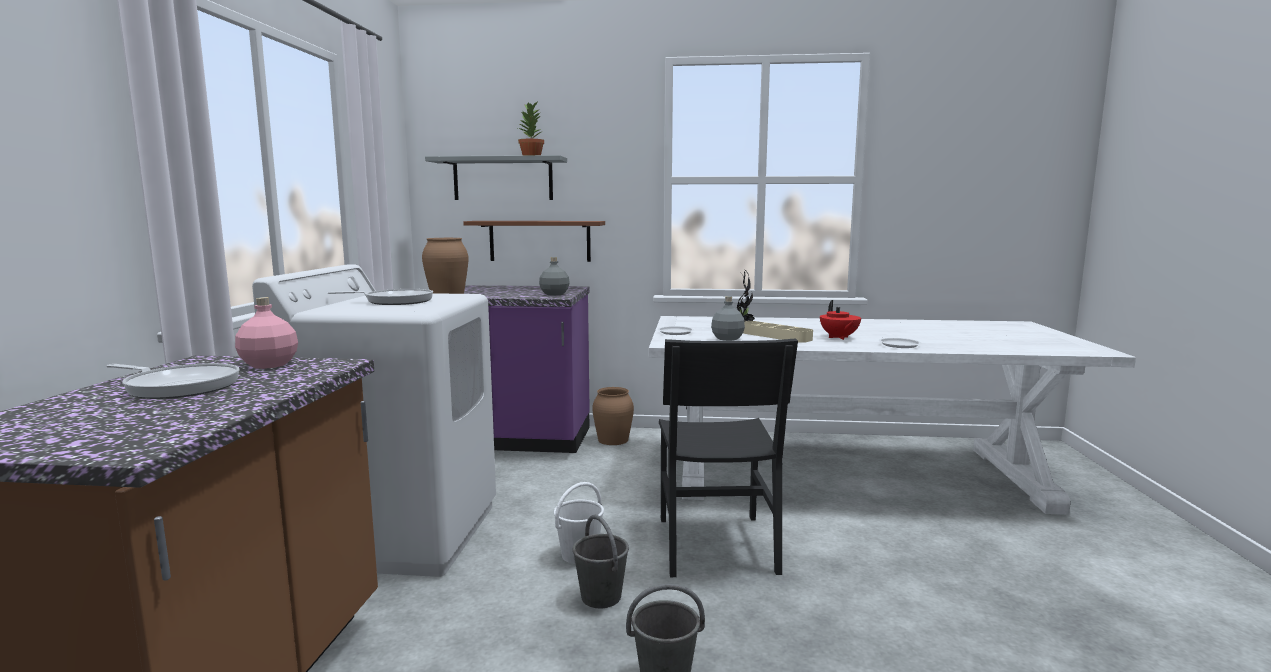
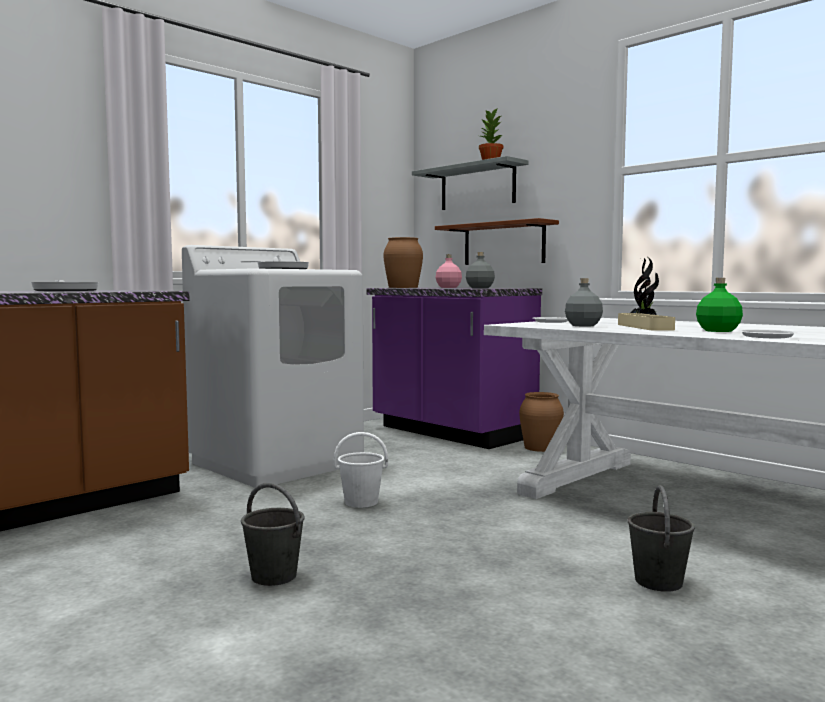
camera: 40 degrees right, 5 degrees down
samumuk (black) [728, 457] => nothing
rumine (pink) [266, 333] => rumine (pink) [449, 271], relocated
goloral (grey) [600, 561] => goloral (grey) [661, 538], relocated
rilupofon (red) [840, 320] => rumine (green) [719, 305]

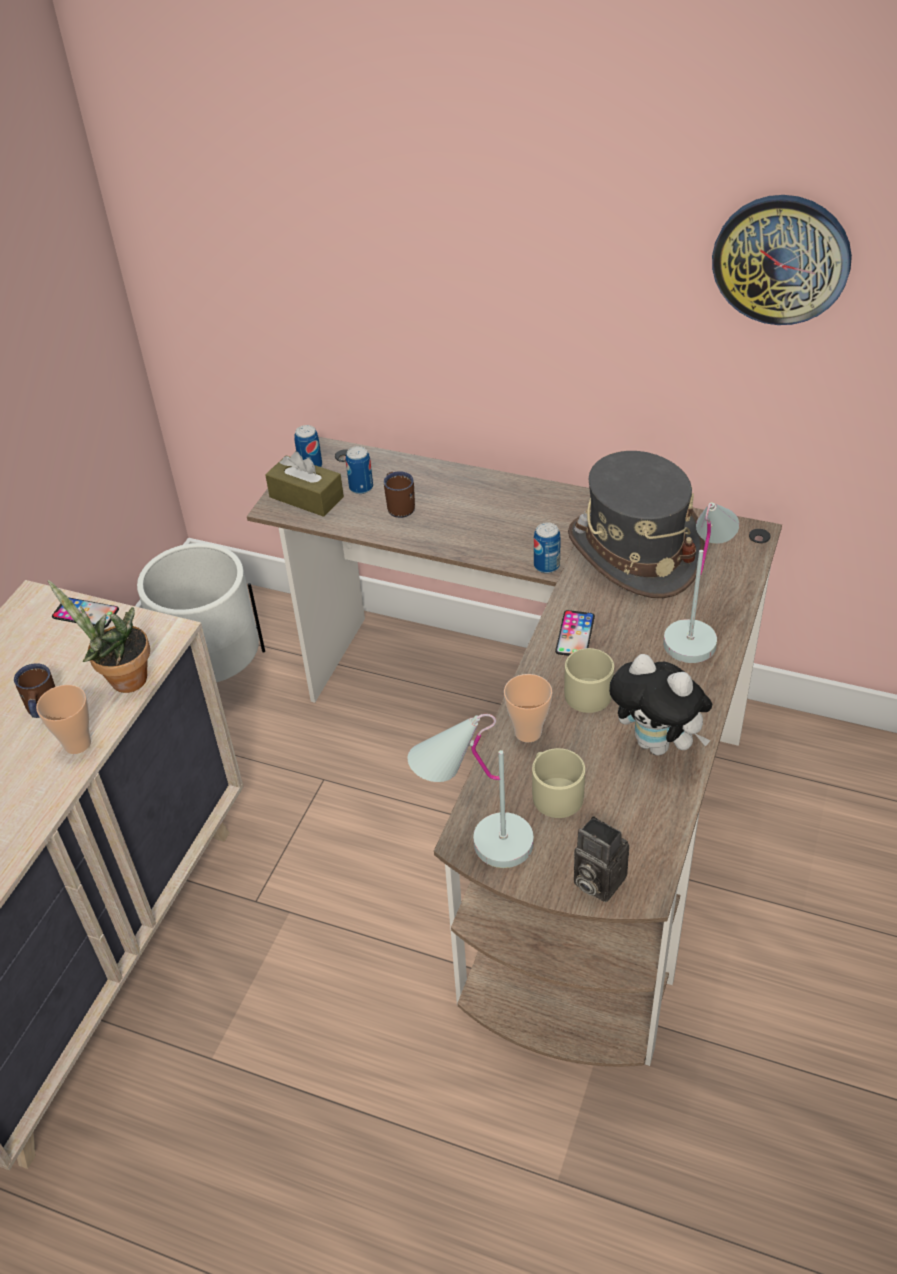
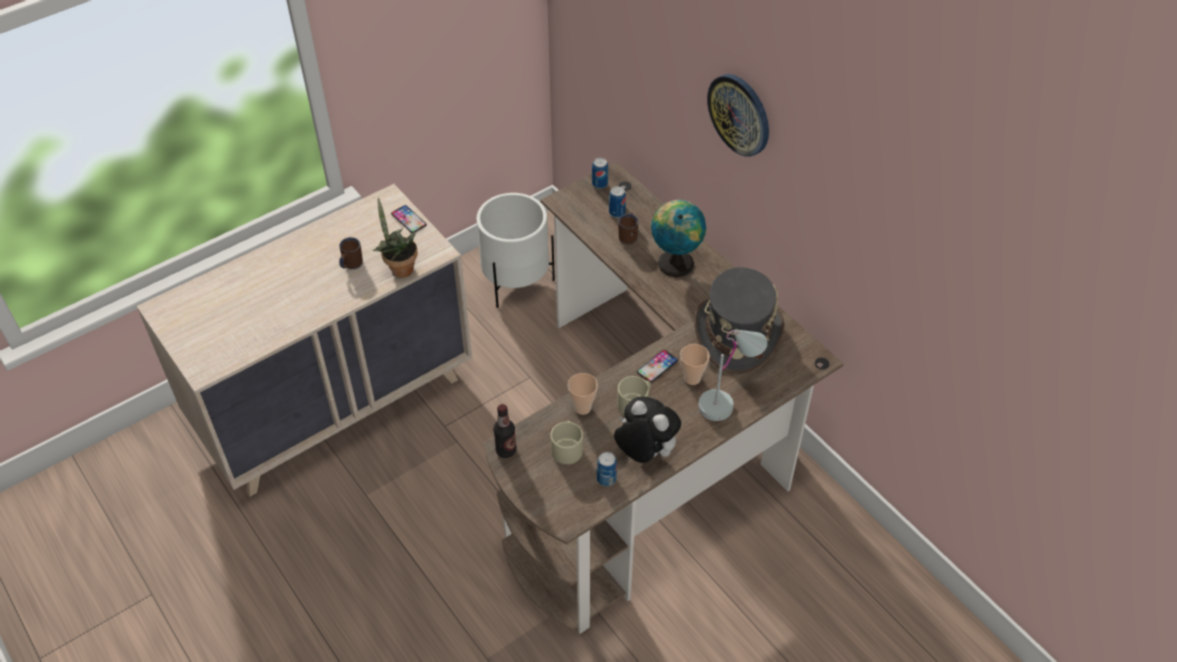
camera: 30 degrees right, 5 degrees up
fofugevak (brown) [304, 484] => nothing
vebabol [601, 859] => nothing
nothing => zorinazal [678, 238]
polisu [63, 719] => polisu [695, 364], relocated
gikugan [547, 547] => gikugan [607, 469], relocated
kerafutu [782, 260] => kerafutu [738, 115], relocated
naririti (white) [470, 791] => rumine [504, 431]
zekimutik [660, 705] => zekimutik [647, 429], 150 degrees clockwise

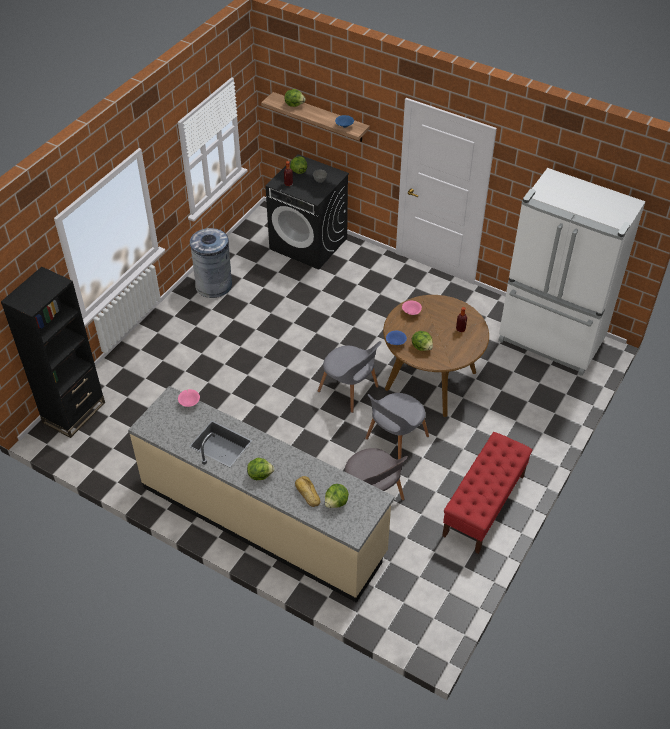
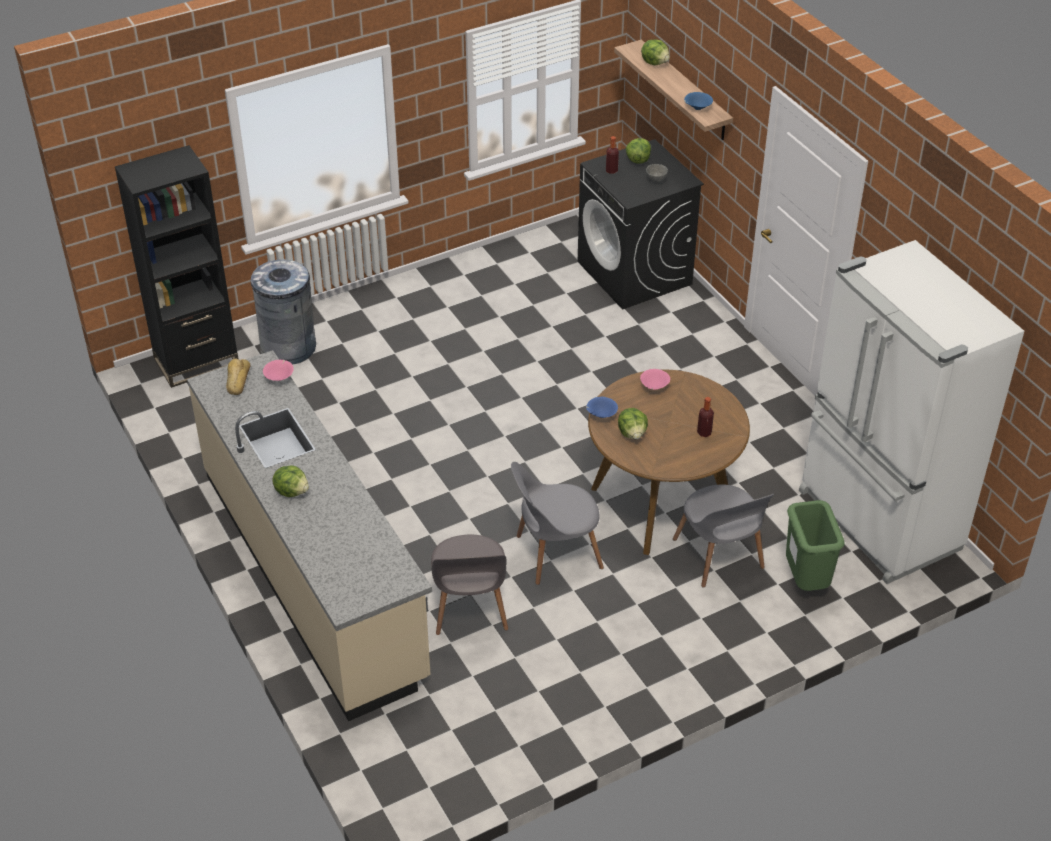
camera: 30 degrees right, 5 degrees down
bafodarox [337, 496] => nothing
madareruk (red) [487, 493] => nothing
nothing => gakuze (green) [815, 545]
gakuze (grey) [211, 263] => gakuze (grey) [283, 312], relocated
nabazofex [307, 491] => nabazofex [238, 377], relocated
samumuk (grey) [350, 377] => samumuk (grey) [723, 536], relocated

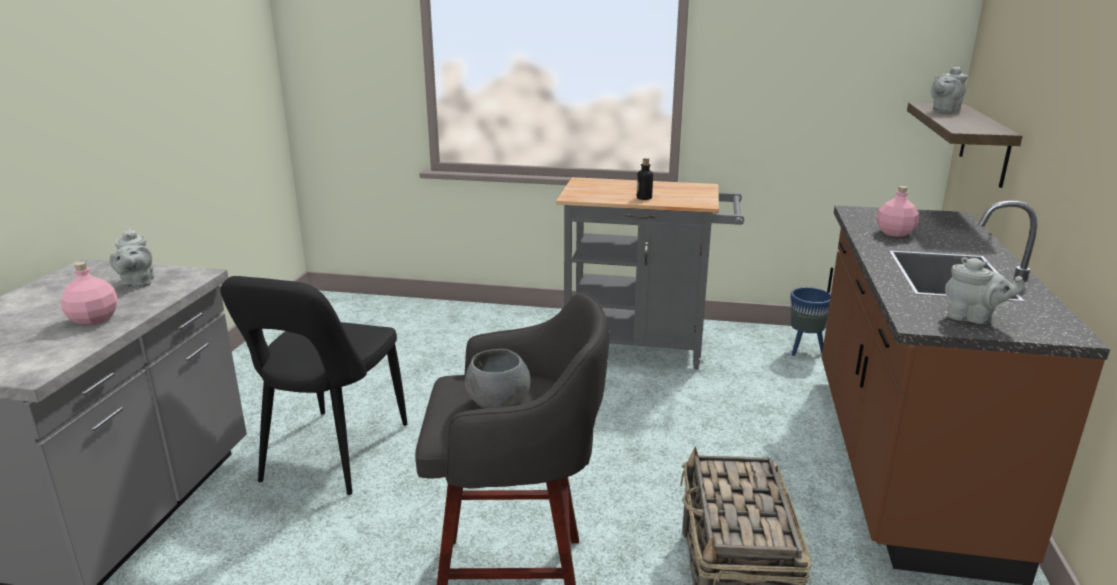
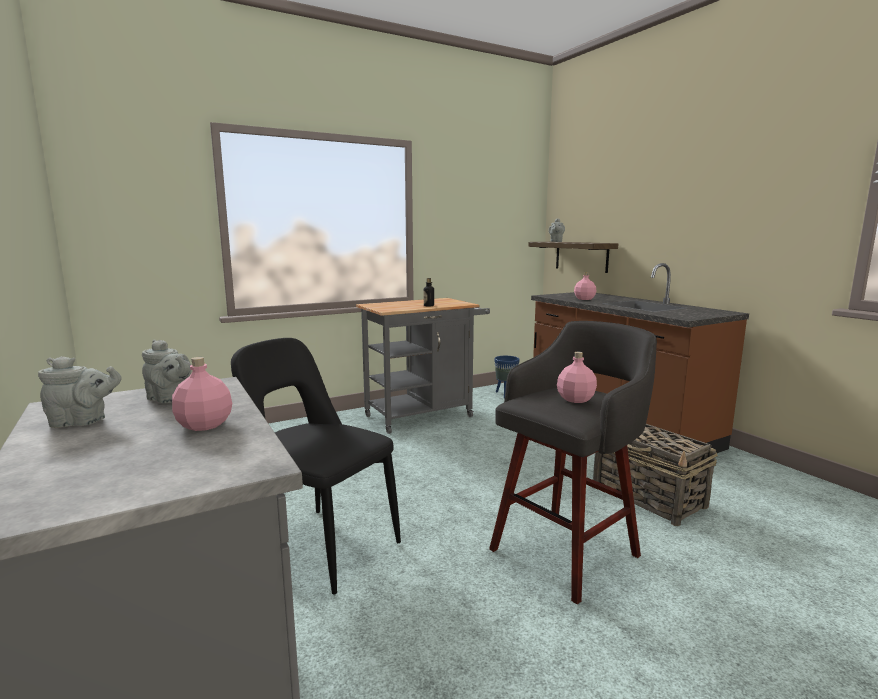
camera: 40 degrees left, 10 degrees down
rilupofon (grey) [985, 290] => rilupofon (grey) [80, 392], relocated
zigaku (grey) [497, 378] => rumine (pink) [577, 377]
samumuk (black) [313, 385] => samumuk (black) [316, 466], 150 degrees clockwise

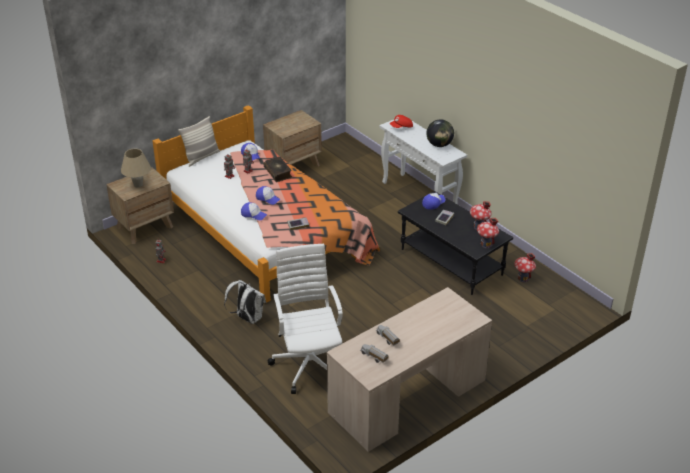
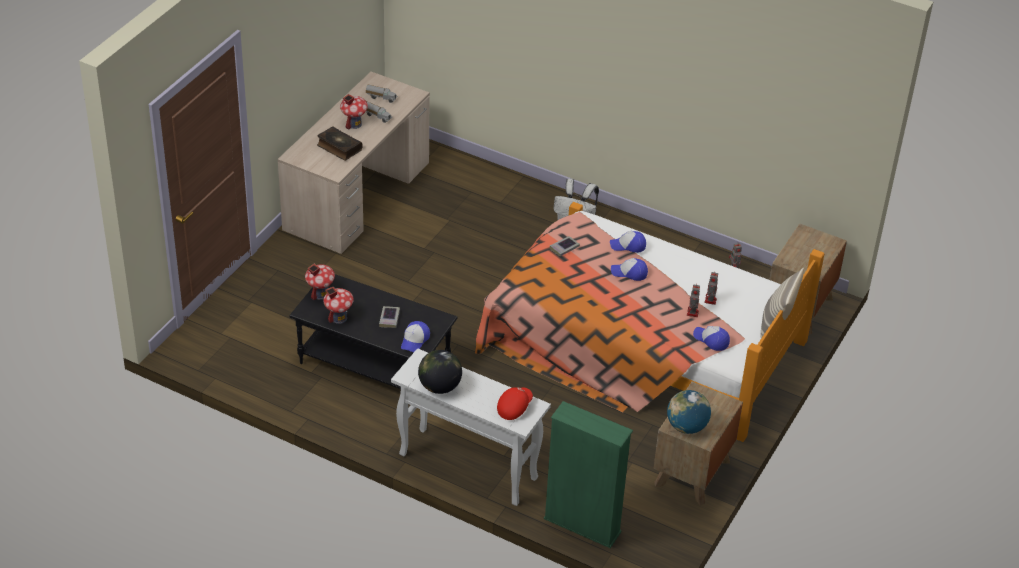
camera: 155 degrees right, 5 degrees up
naririti (beige) [136, 168] => nothing
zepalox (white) [305, 319] => nothing
nothing => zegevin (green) [588, 474]
nothing => zorinazal [689, 412]
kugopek [277, 169] => kugopek [340, 143], relocated
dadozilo [525, 267] => dadozilo [354, 112], relocated

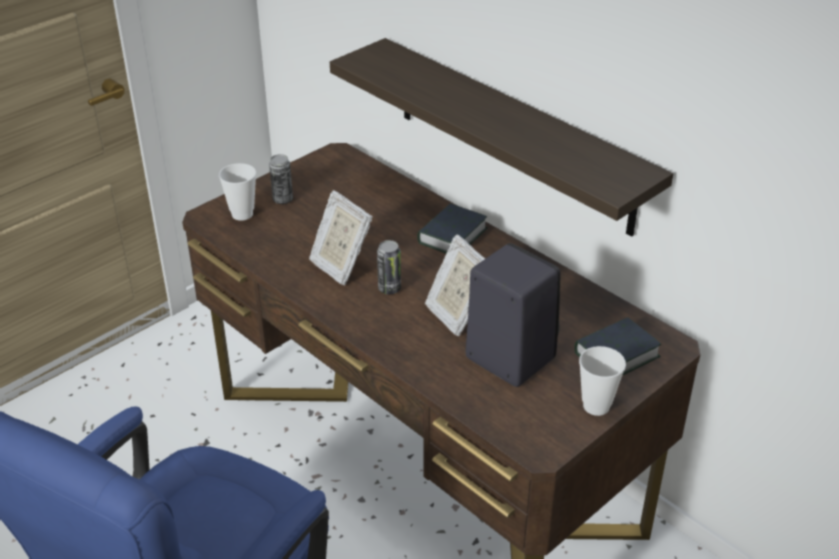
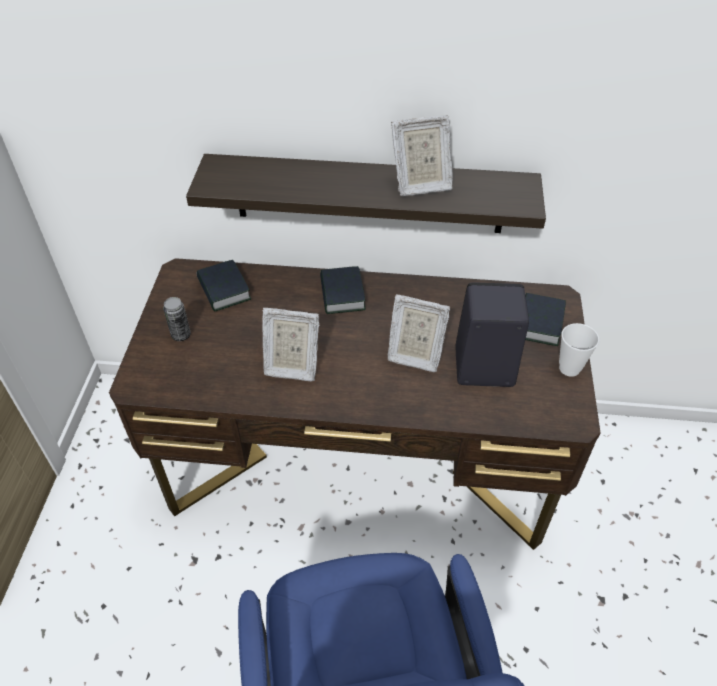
camera: 40 degrees left, 10 degrees up
polisu [237, 192] => nothing
gikugan [389, 267] => nothing
nothing => kugopek [224, 285]
nothing => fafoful [422, 155]

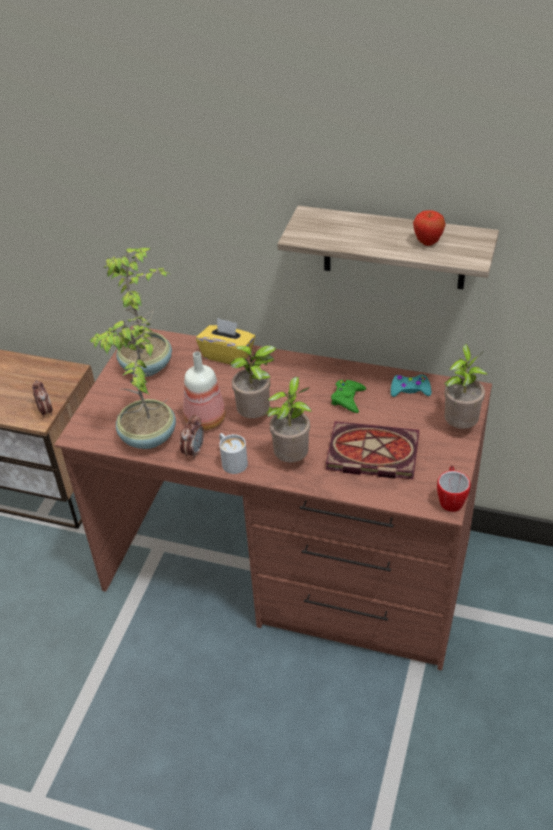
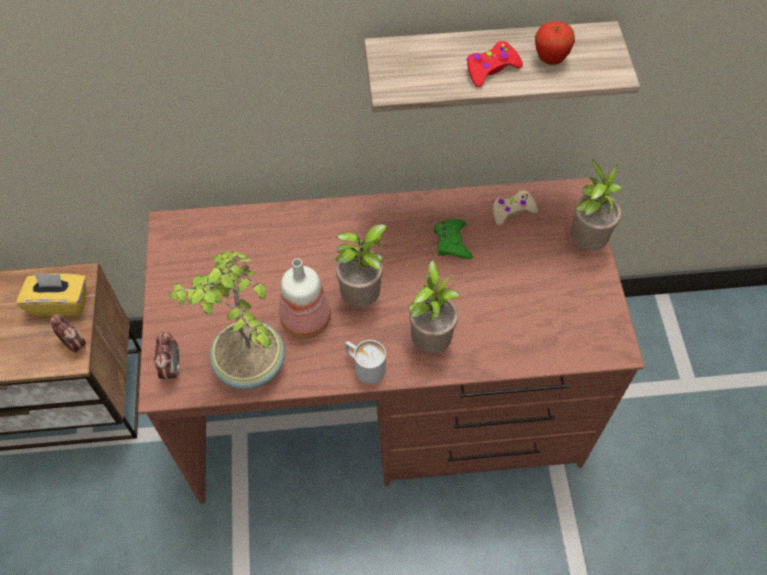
camera: 25 degrees left, 15 degrees up
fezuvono [137, 312] => nothing
kugopek [372, 450] => nothing
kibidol [453, 489] => nothing
nothing => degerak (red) [495, 64]
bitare [192, 437] => bitare [167, 355], relocated
fofugevak (yellow) [225, 341] => fofugevak (yellow) [51, 295], relocated
degerak (turquoise) [411, 385] => degerak (beige) [515, 207]

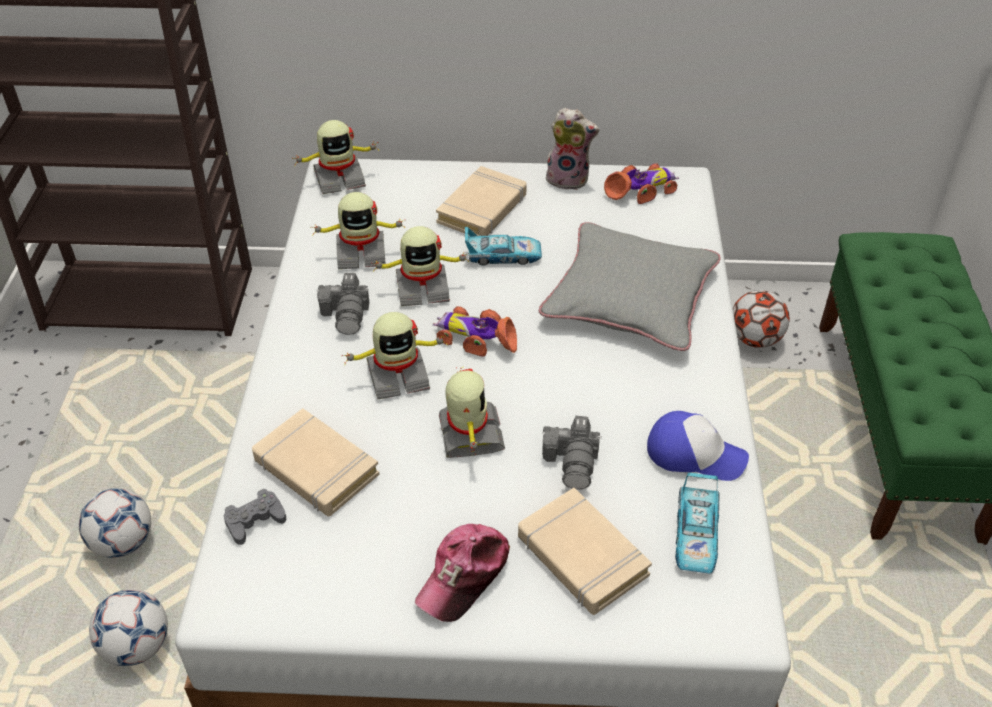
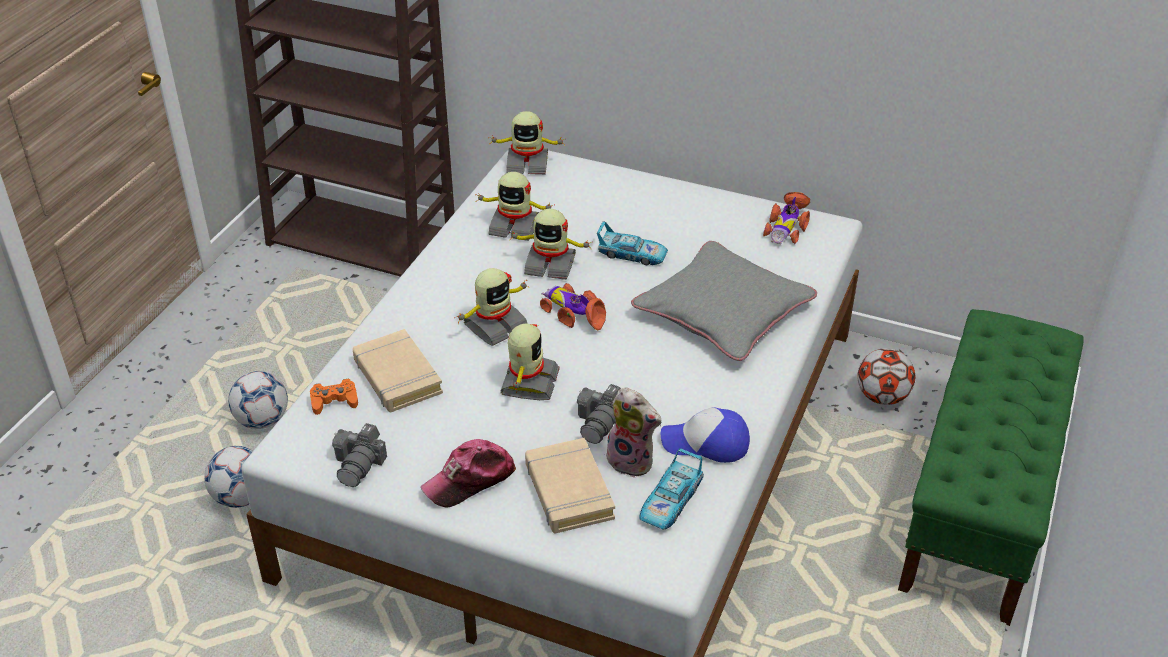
camera: 20 degrees right, 5 degrees down
kugopek (beige) [481, 201] => nothing
vebabol [342, 304] => vebabol [359, 455], relocated
zekimutik [572, 149] => zekimutik [631, 432], relocated
degerak (grey) [255, 517] => degerak (orange) [334, 397]
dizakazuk [394, 355] => dizakazuk [492, 307], 45 degrees counterclockwise
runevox [641, 183] => runevox [786, 218], 120 degrees clockwise
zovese [698, 446] => zovese [705, 435], 150 degrees clockwise

